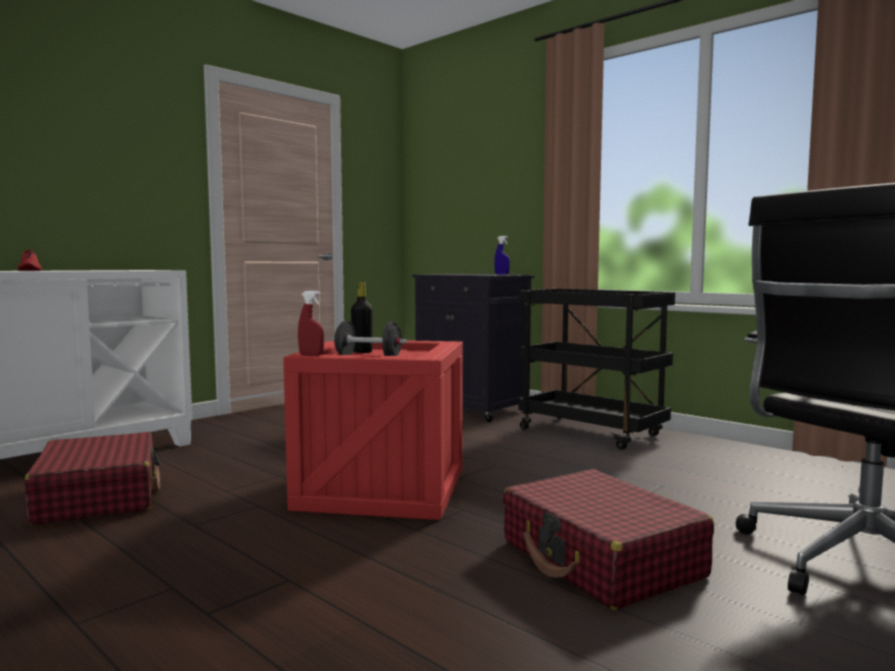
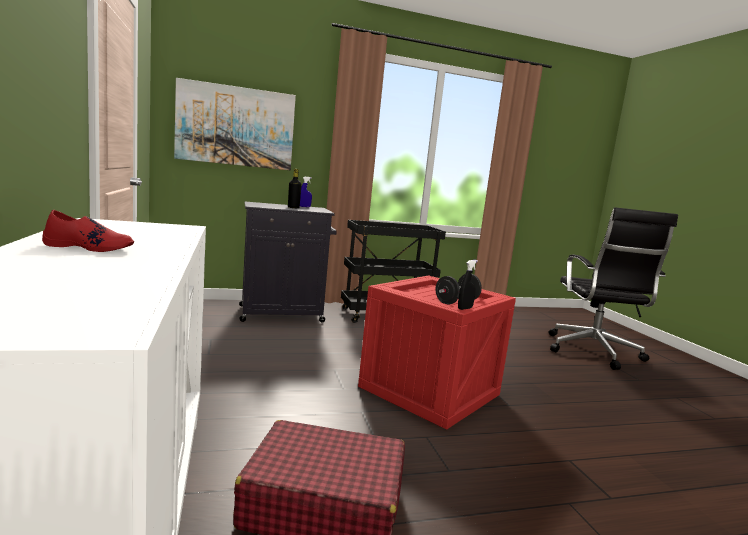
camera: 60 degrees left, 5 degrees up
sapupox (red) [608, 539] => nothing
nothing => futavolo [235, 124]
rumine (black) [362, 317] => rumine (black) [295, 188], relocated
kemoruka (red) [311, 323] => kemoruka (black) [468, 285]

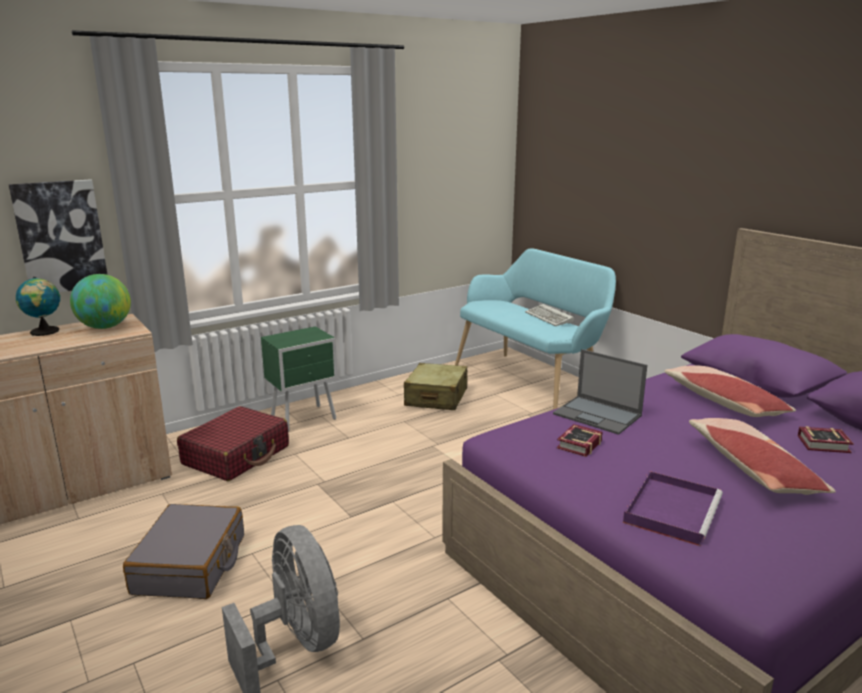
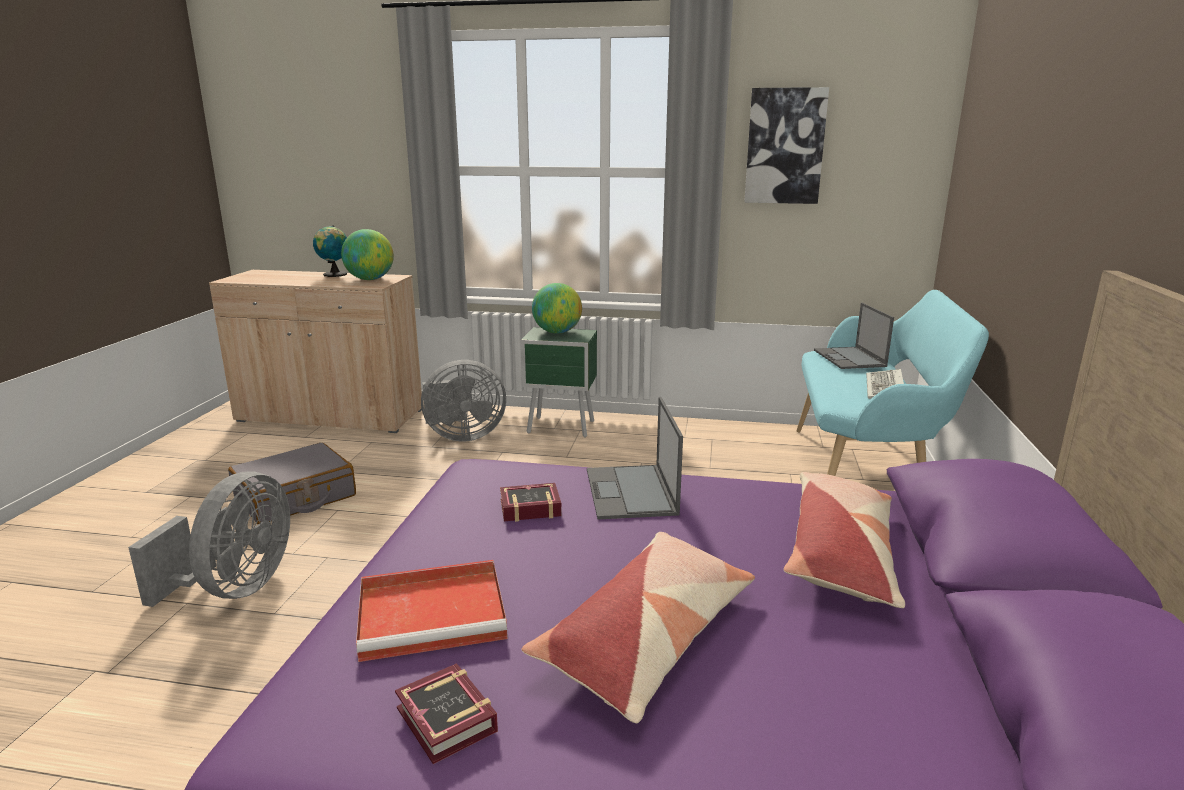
camera: 45 degrees right, 0 degrees up
sapupox (beige) [435, 386] => nothing
nothing => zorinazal [557, 308]
nothing => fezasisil [854, 336]
futavolo [58, 235] => futavolo [786, 145], relocated
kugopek [826, 439] => kugopek [446, 713], relocated
sapupox (red) [233, 443] => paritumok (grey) [463, 400]
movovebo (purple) [673, 508] => movovebo (red) [432, 611]

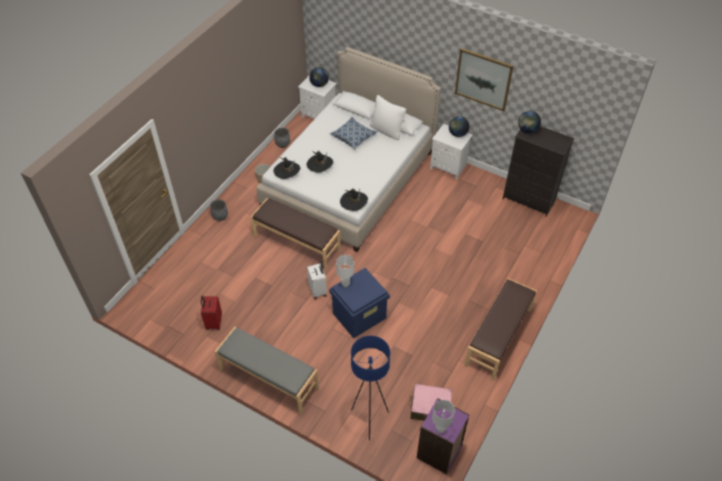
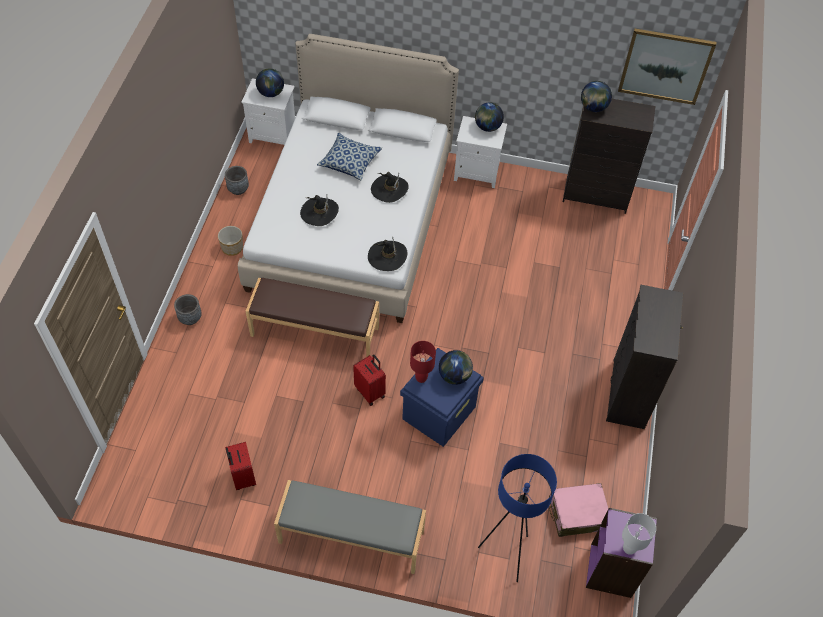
camera: 20 degrees left, 5 degrees up
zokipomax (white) [388, 117] => nothing
nothing => zorinazal [456, 367]
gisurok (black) [287, 168] => gisurok (black) [390, 187], relocated
futavolo [484, 79] => futavolo [667, 66], relocated
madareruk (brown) [500, 329] => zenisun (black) [644, 357]
sapupox (white) [317, 281] => sapupox (red) [369, 380]
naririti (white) [345, 271] => naririti (red) [423, 362]

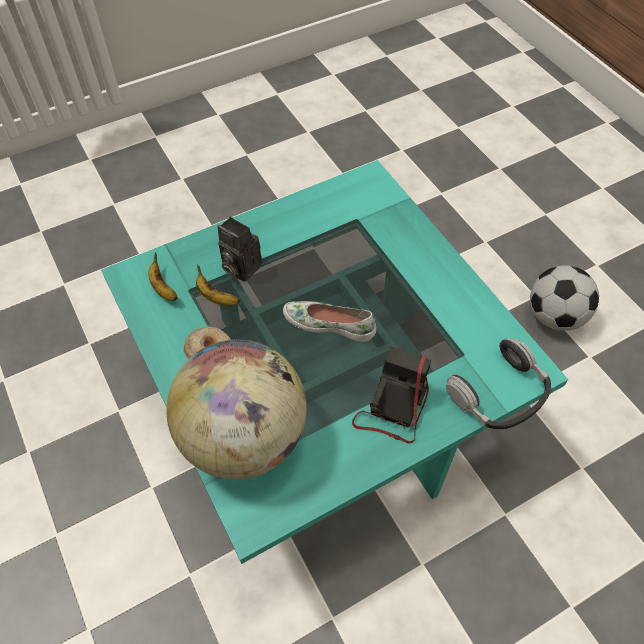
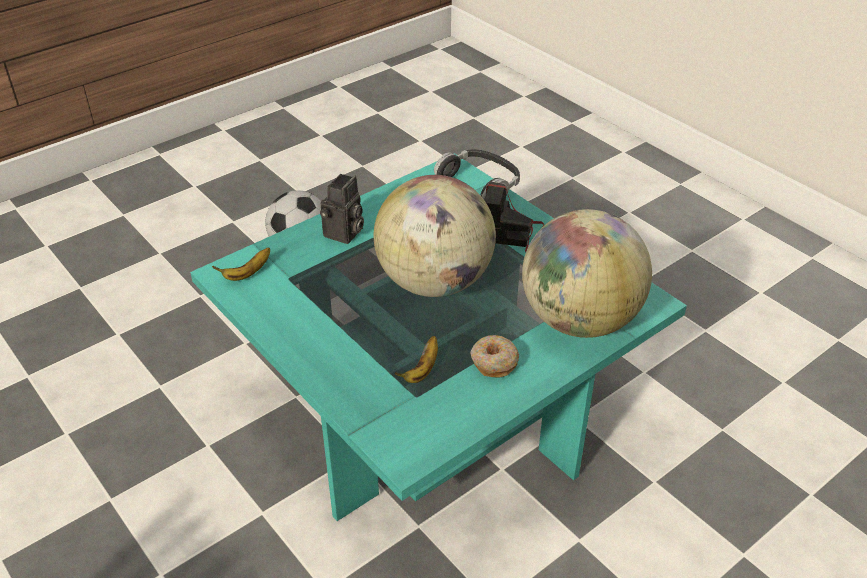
camera: 100 degrees left, 15 degrees down
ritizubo [163, 276] => ritizubo [241, 264], relocated
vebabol [239, 249] => vebabol [342, 209], relocated
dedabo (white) [329, 321] => zorinazal [435, 236]

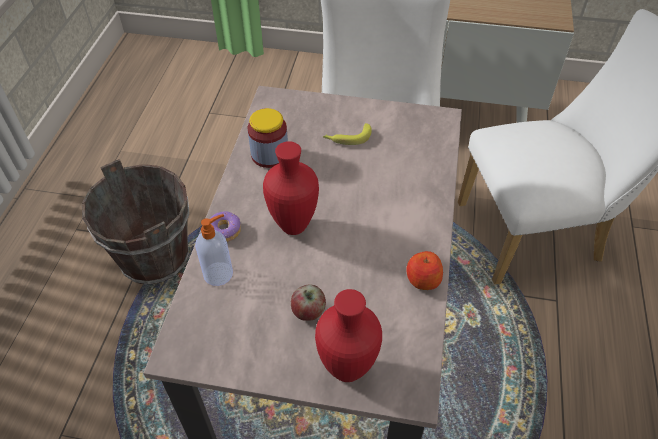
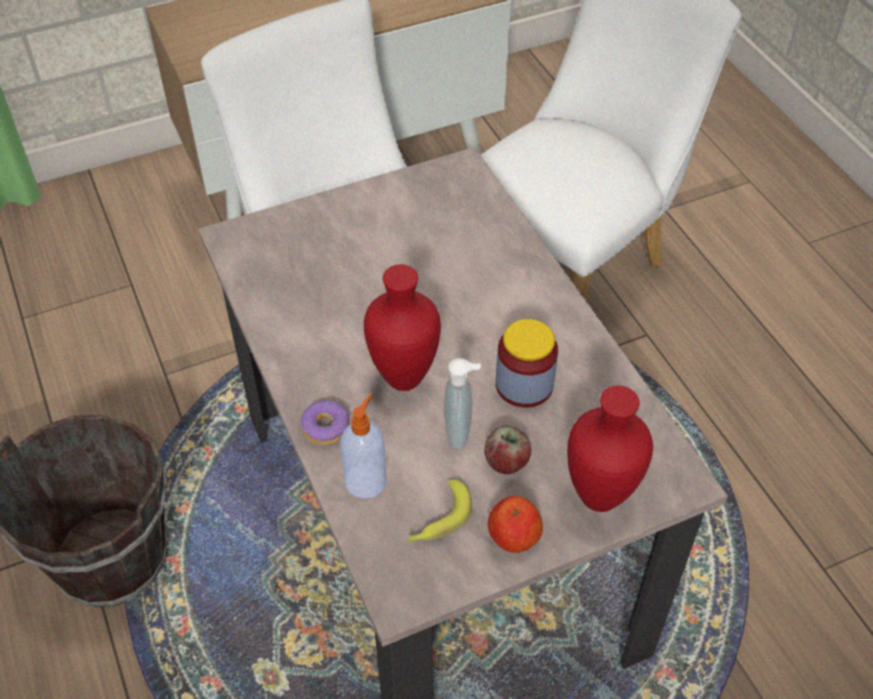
camera: 35 degrees left, 0 degrees up
nothing => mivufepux [462, 404]
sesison [268, 138] => sesison [527, 363], relocated
ritizubo [347, 134] => ritizubo [439, 510], relocated
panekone [424, 270] => panekone [515, 524], relocated

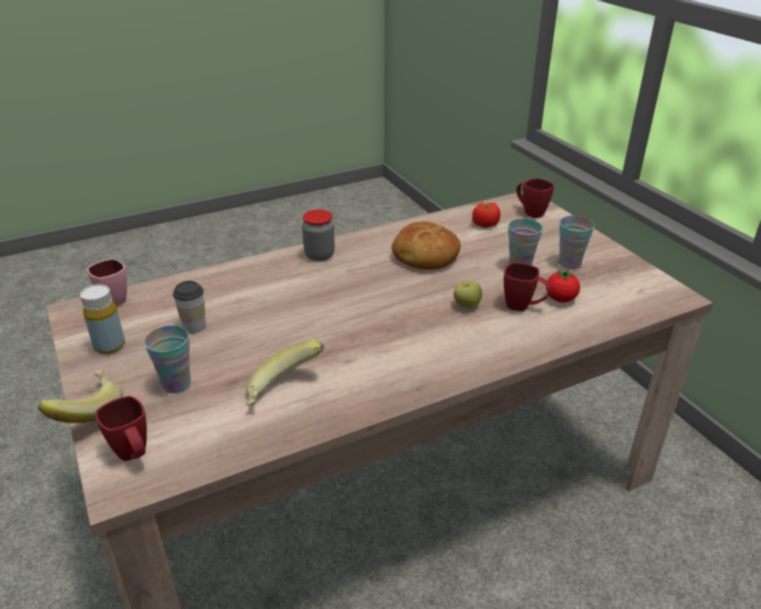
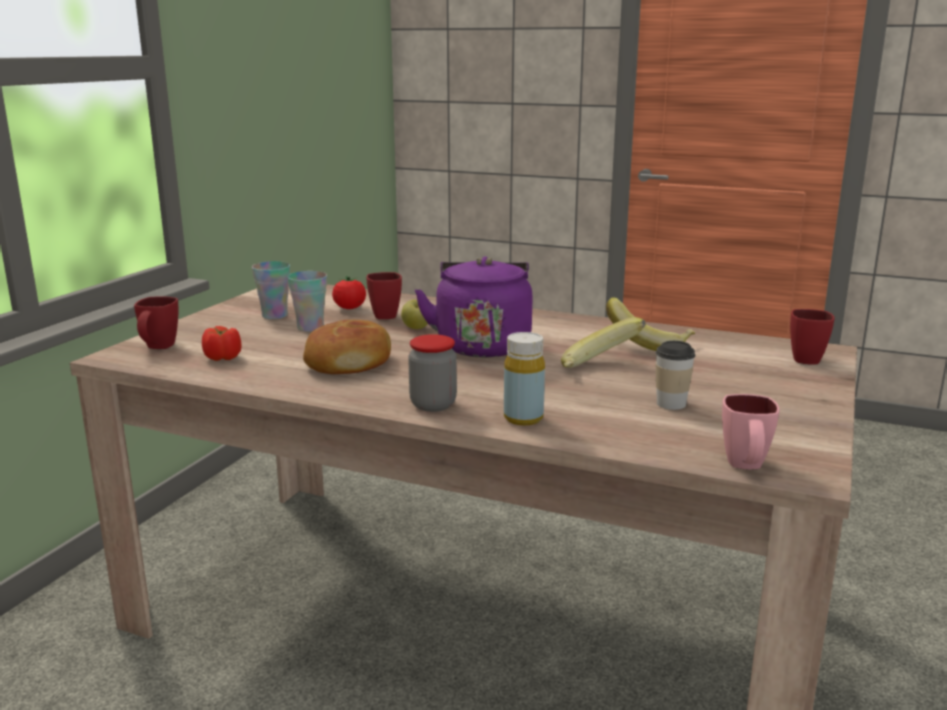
camera: 130 degrees left, 15 degrees down
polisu [167, 359] => nothing
nothing => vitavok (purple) [474, 307]
ritizubo [80, 396] => ritizubo [603, 342], relocated
rumine (yellow) [102, 319] => rumine (yellow) [524, 379], relocated

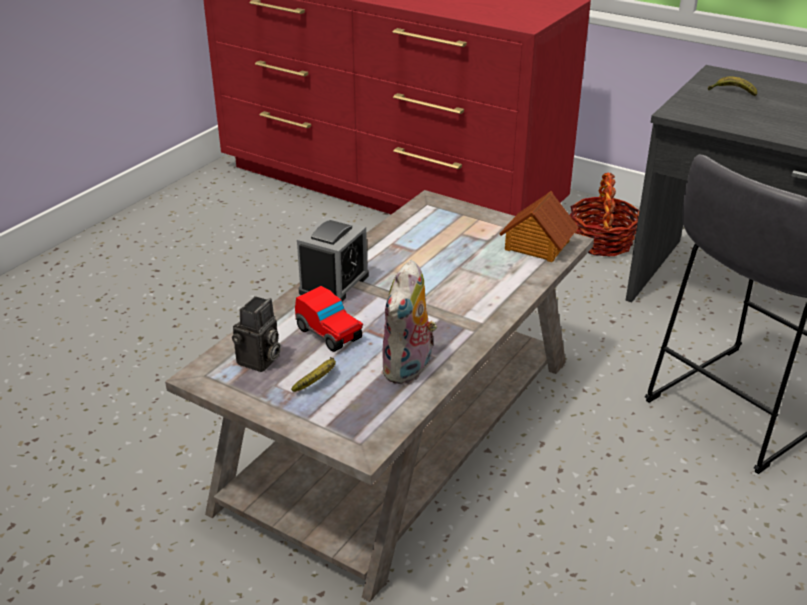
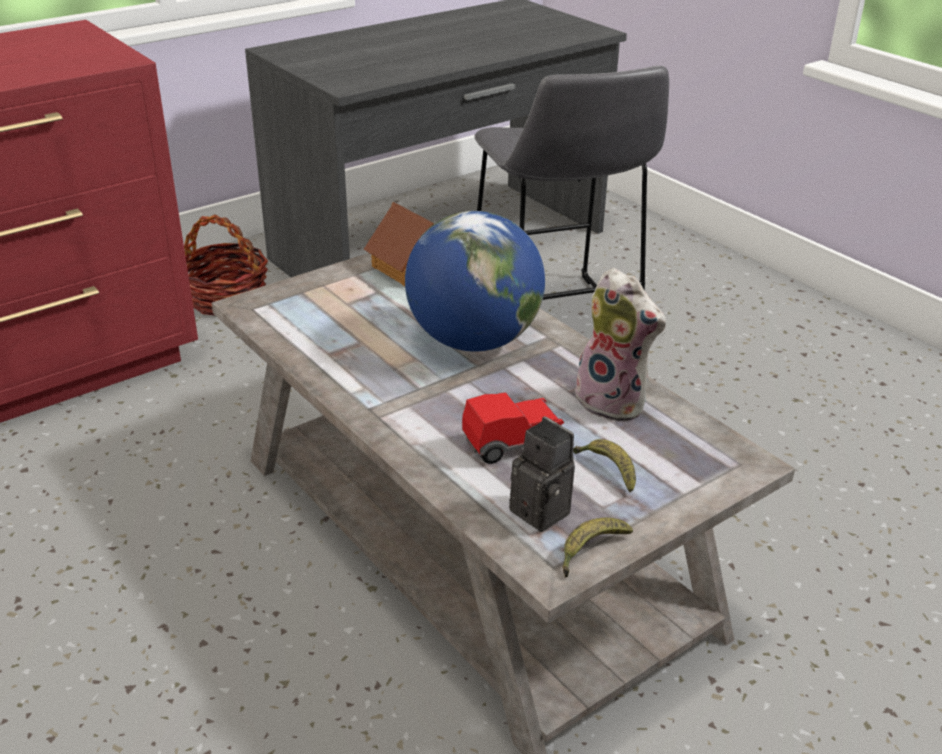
camera: 70 degrees left, 0 degrees up
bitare [333, 259] => nothing
nothing => zorinazal [475, 281]
ritizubo [732, 86] => ritizubo [598, 547], relocated

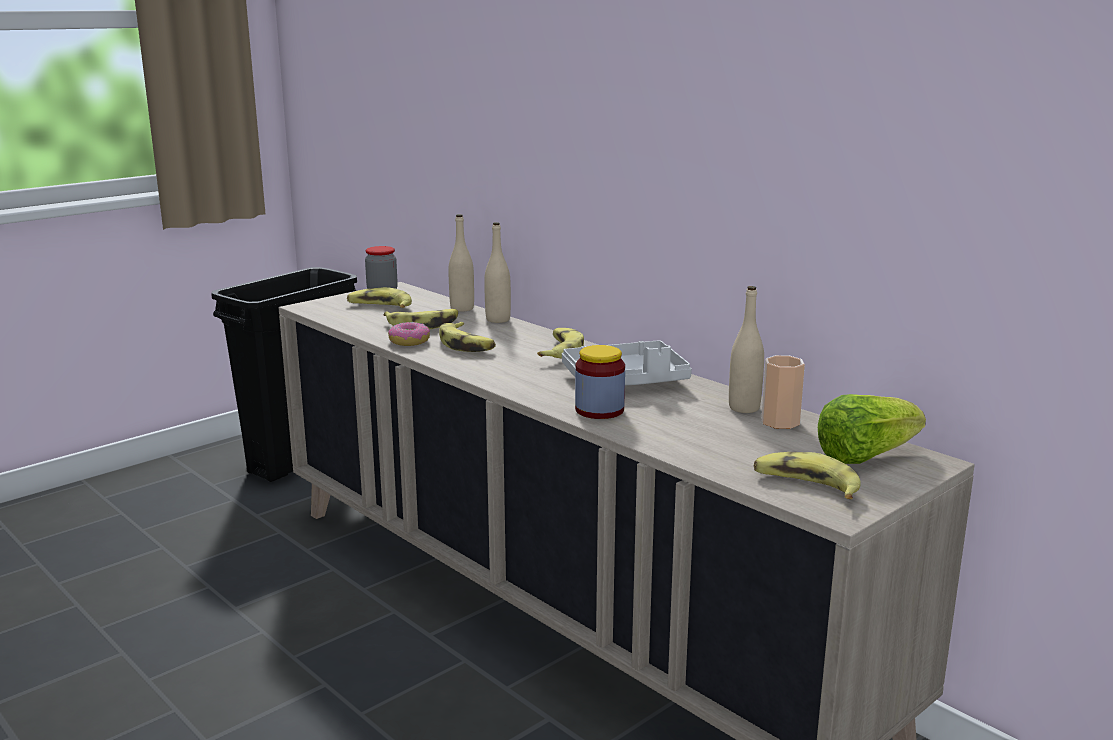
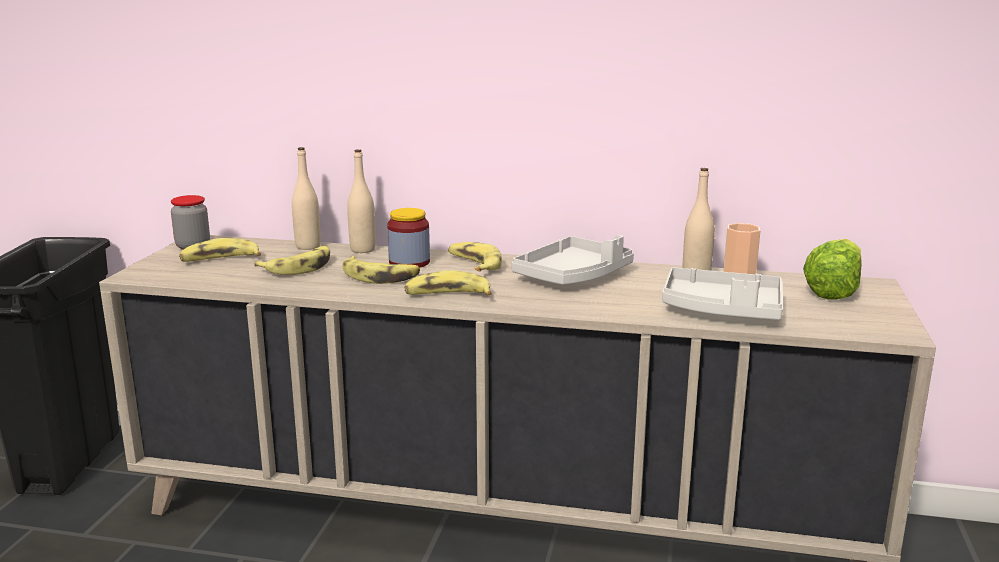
camera: 35 degrees left, 0 degrees up
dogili [409, 334] => nothing
nothing => movovebo (grey) [722, 293]
sesison [600, 382] => sesison [408, 238], relocated
ritizubo [807, 475] => ritizubo [448, 282], relocated

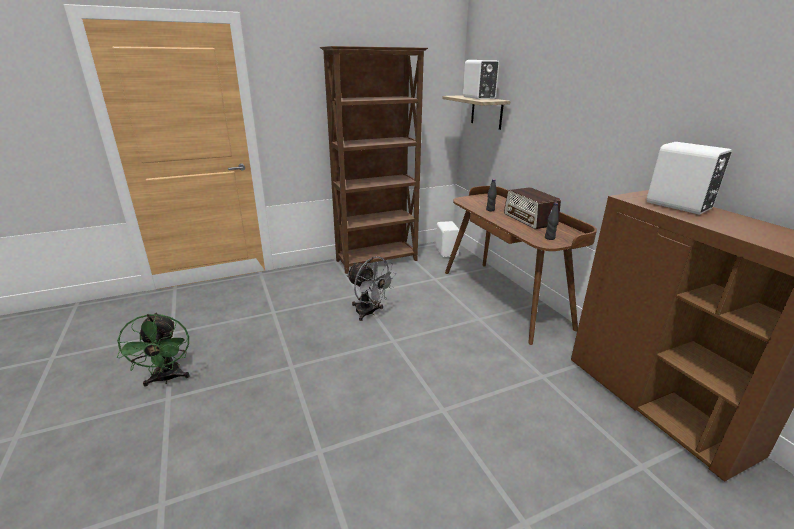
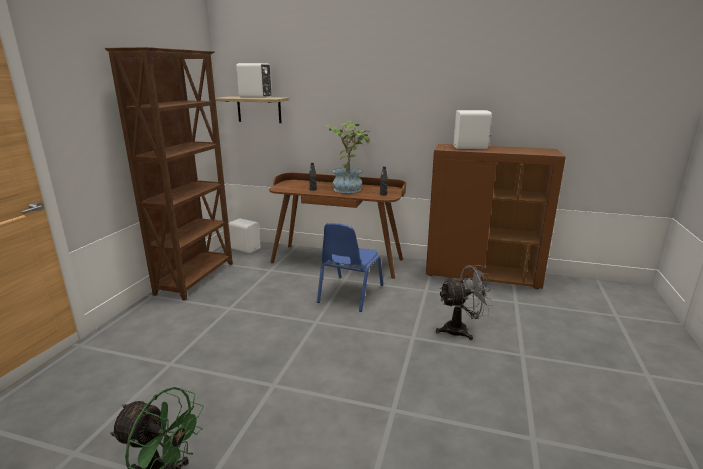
camera: 50 degrees left, 5 degrees down
nothing => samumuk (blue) [350, 267]
paritumok (grey) [371, 288] => paritumok (grey) [465, 302], relocated
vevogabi [532, 208] => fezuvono [348, 157]

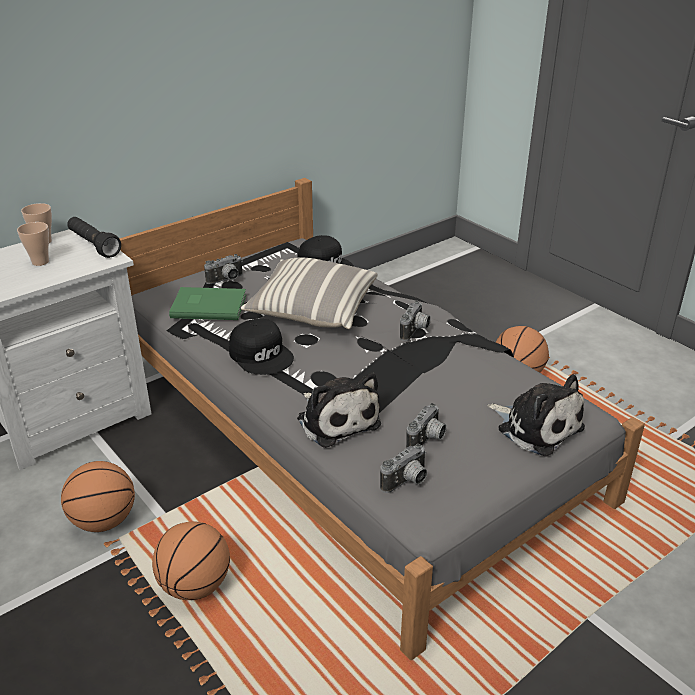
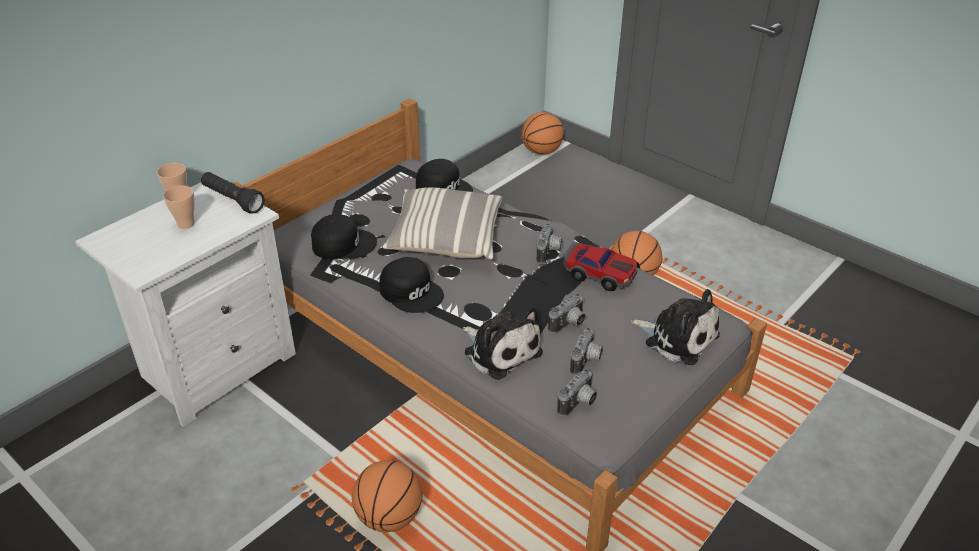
camera: 10 degrees left, 5 degrees up
nothing => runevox [600, 267]
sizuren [98, 496] => sizuren [542, 133], relocated
vebabol [223, 269] => vebabol [567, 314], relocated
kugopek (green) [207, 303] => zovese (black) [344, 236]

